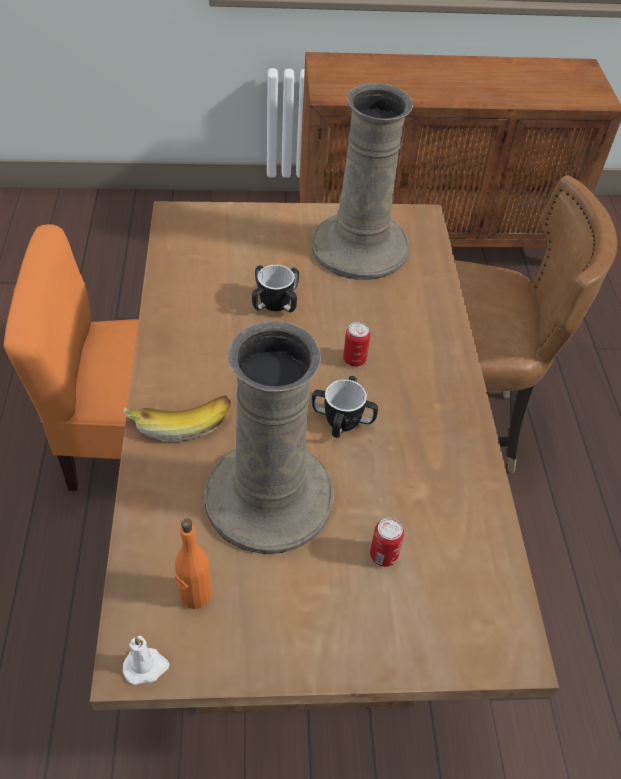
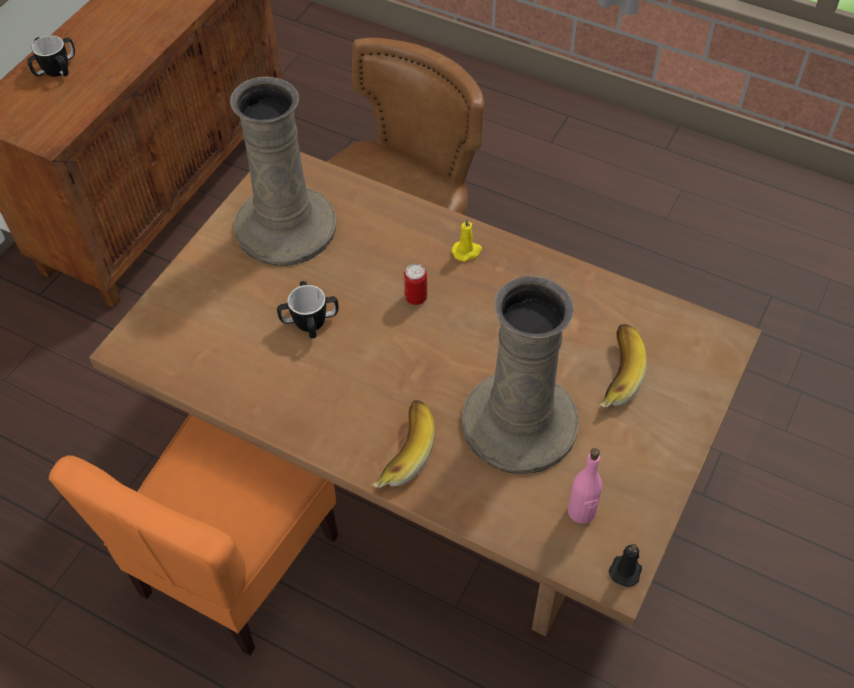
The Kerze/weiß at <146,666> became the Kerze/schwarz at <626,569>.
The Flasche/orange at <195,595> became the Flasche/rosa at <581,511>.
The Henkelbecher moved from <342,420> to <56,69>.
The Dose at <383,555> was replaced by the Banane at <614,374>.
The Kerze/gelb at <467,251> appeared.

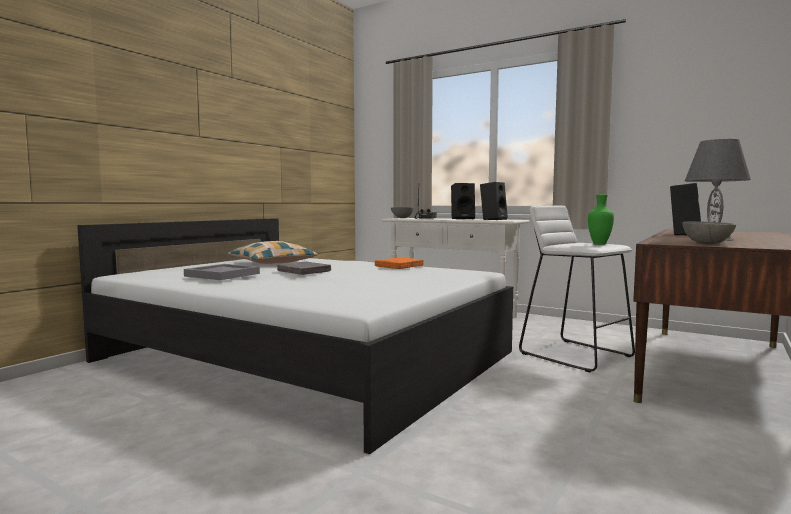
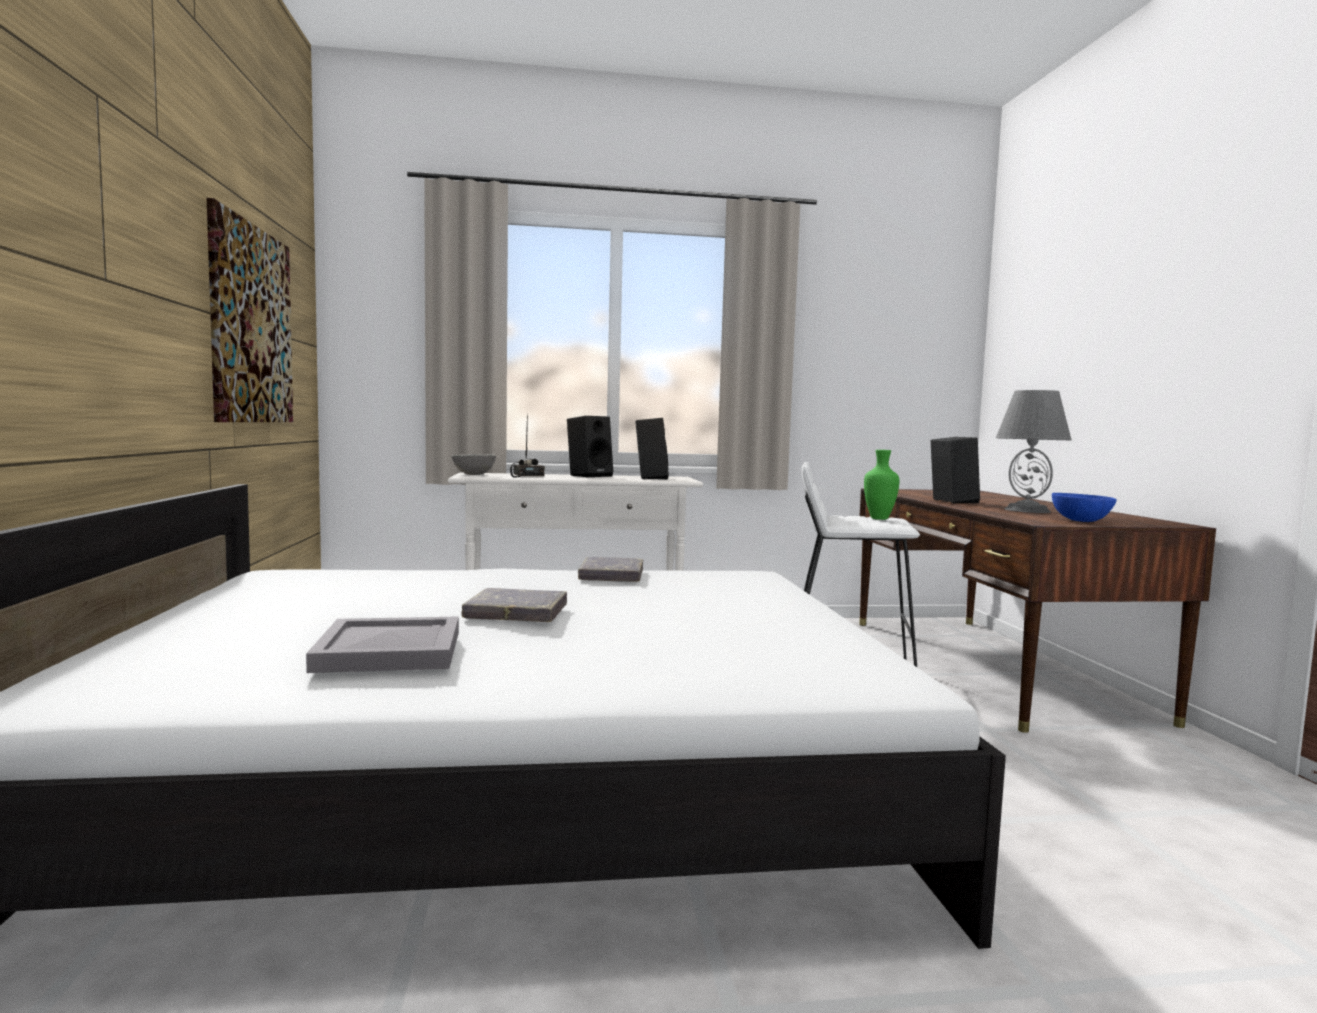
The Kissen at <272,263> disappeared.
The Buch/orange at <399,266> became the Buch/grau at <611,575>.
The Schüssel/grau at <707,243> became the Schüssel/blau at <1081,521>.
The Bild at <251,325> appeared.

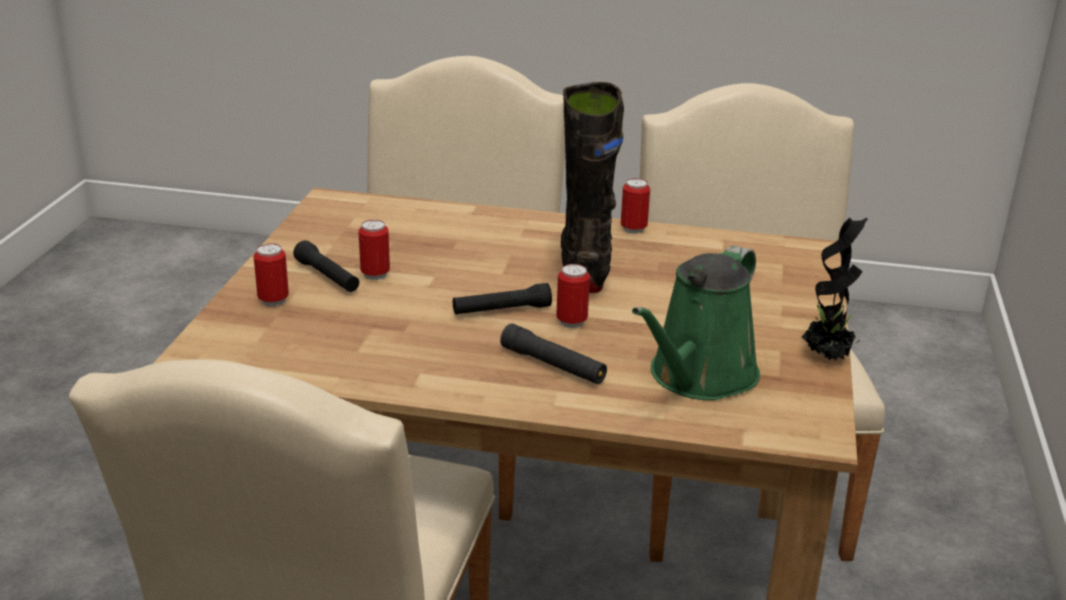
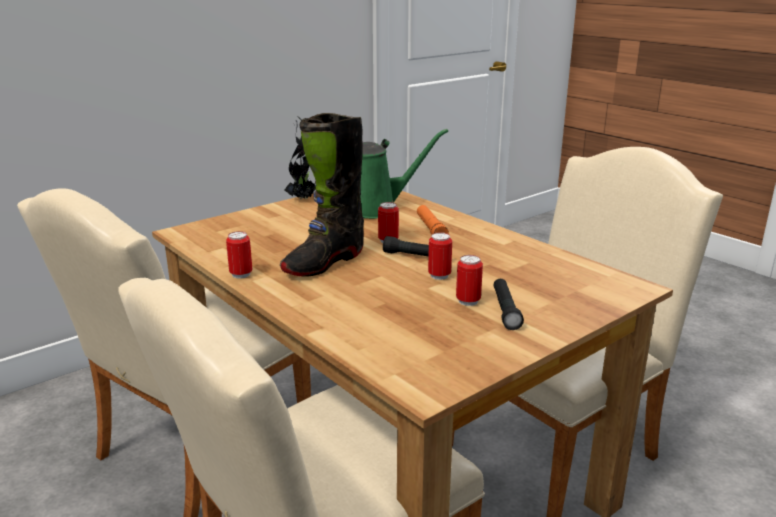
The Dose moved from <273,300> to <439,276>.
The Taschenlampe/schwarz at <553,365> became the Taschenlampe/orange at <431,228>.

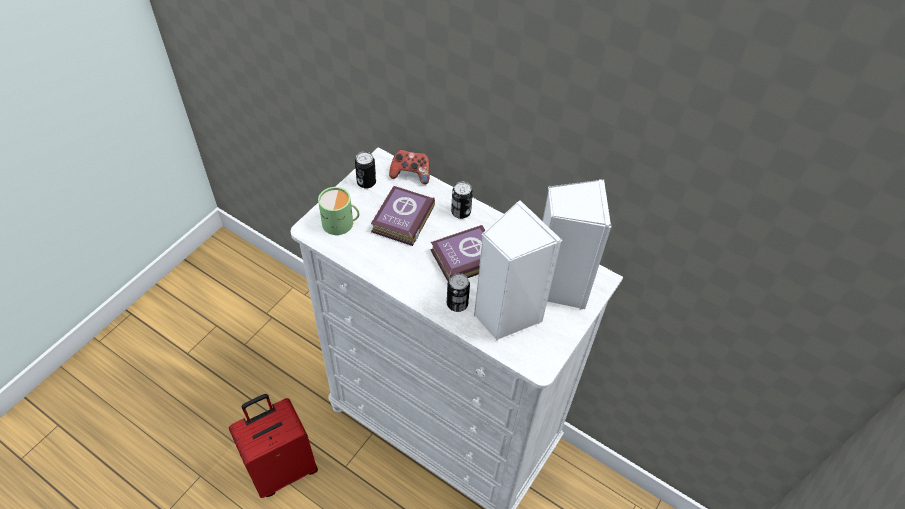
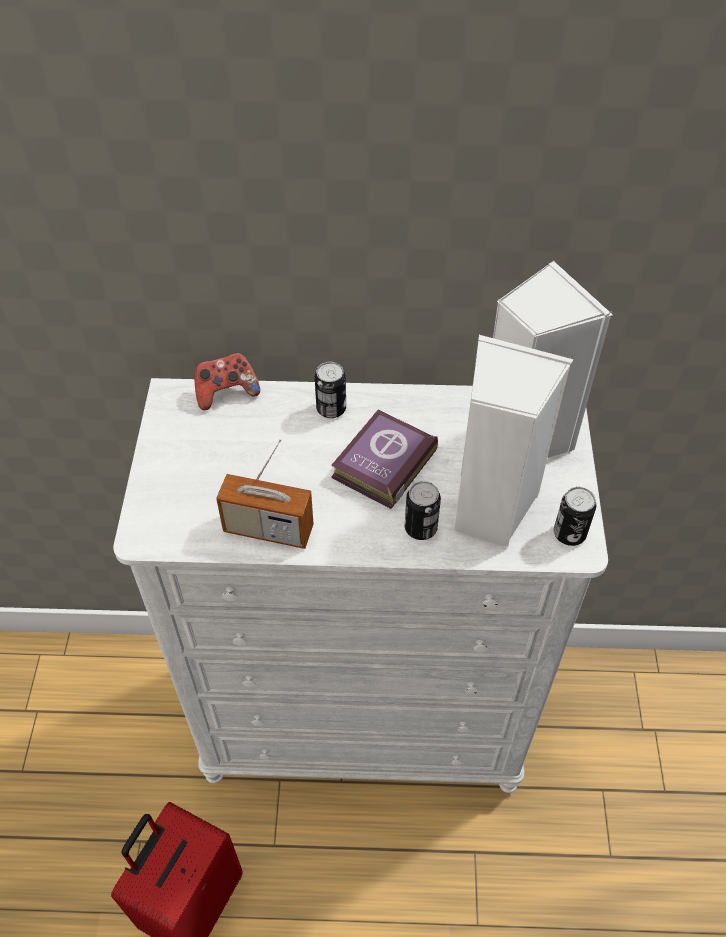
The Henkelbecher/grün at <341,224> disappeared.
The Dose moved from <366,182> to <569,533>.
The Buch at <401,220> disappeared.
The Radio at <268,529> appeared.

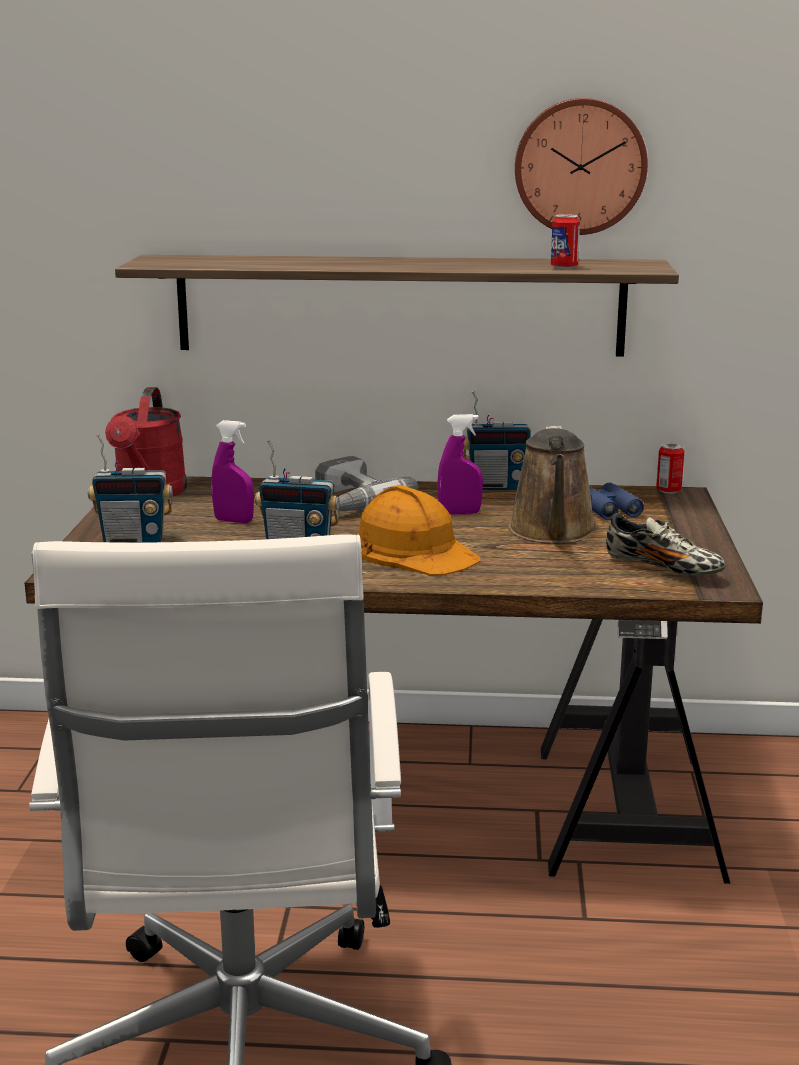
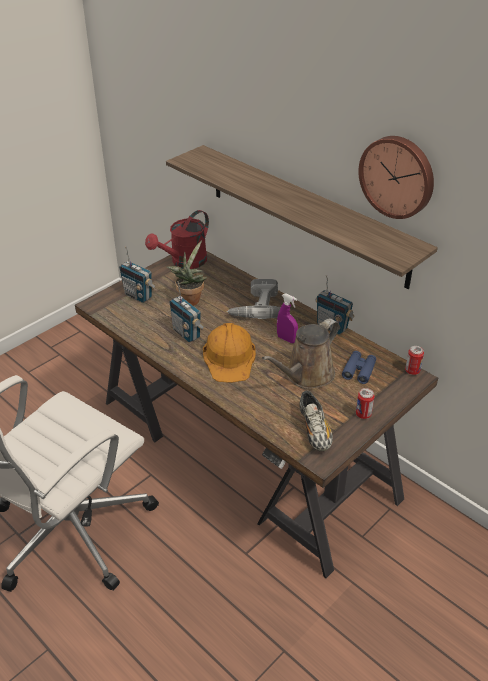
The Sprühflasche/lila at <233,521> was replaced by the Topfpflanze at <190,299>.
The Dose moved from <564,268> to <363,414>.

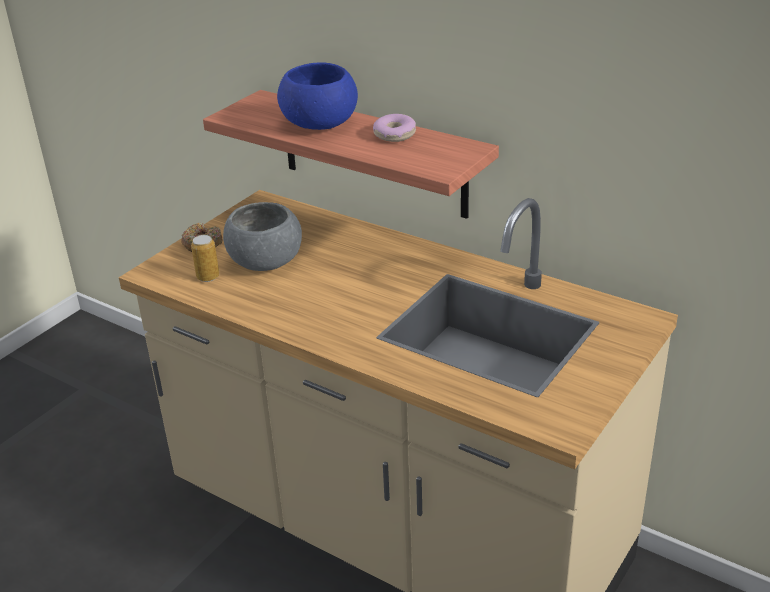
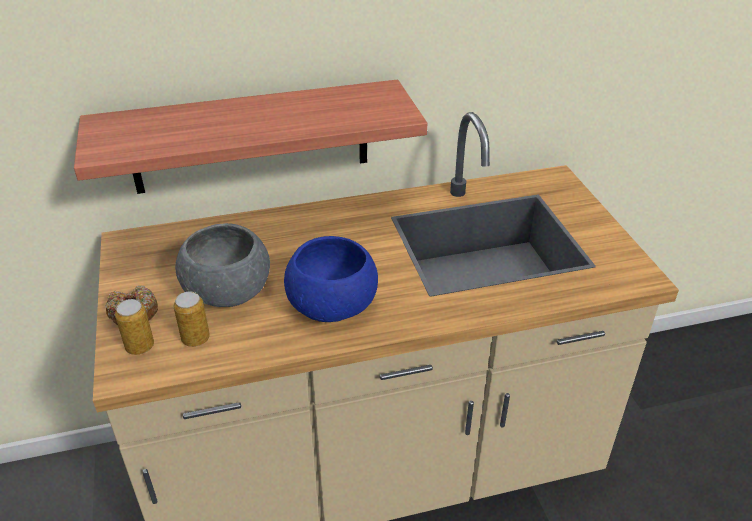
The Schüssel/blau moved from <320,124> to <333,306>.
The Donut at <394,135> disappeared.
The Dose at <140,346> appeared.

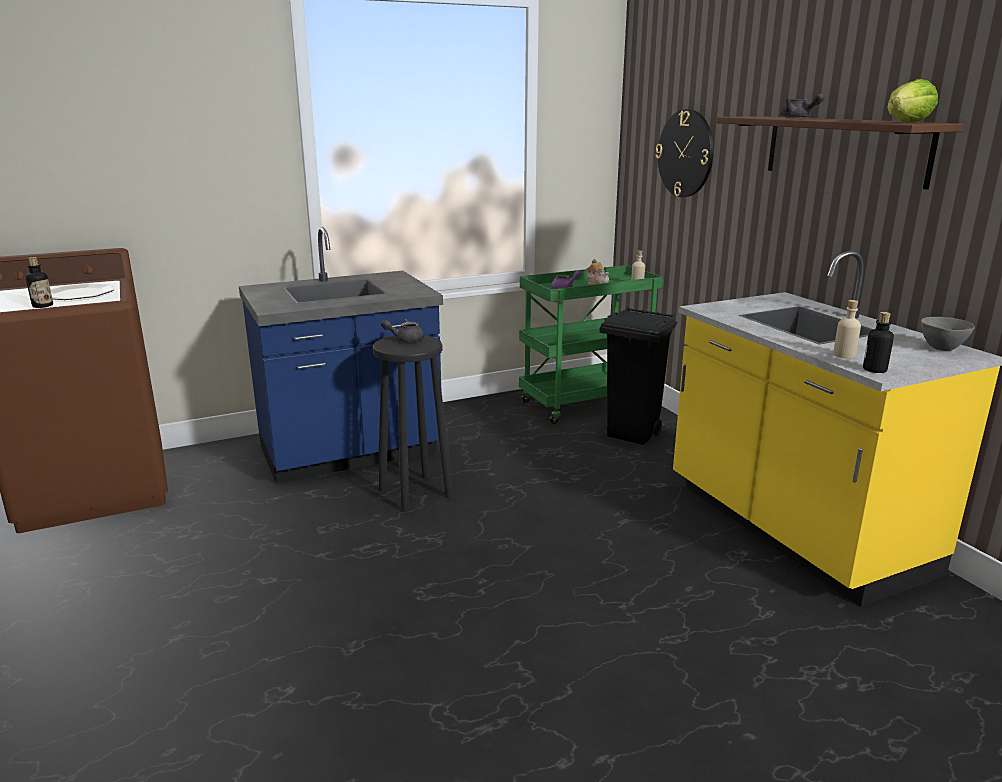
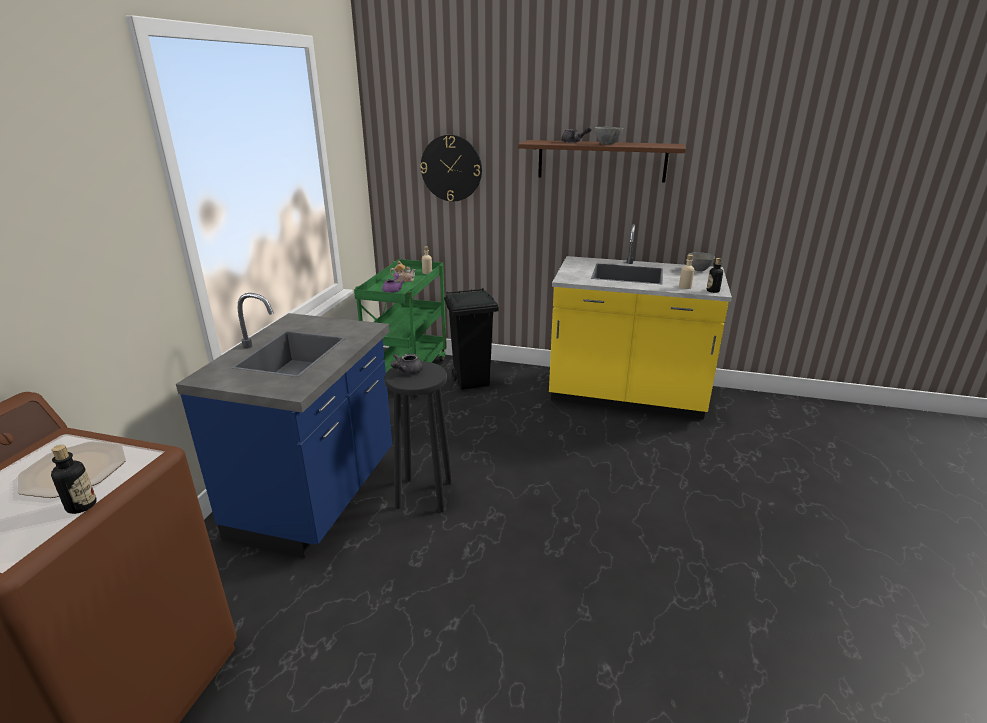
The Salatkopf at <906,122> disappeared.
The Schüssel/grau at <607,144> appeared.

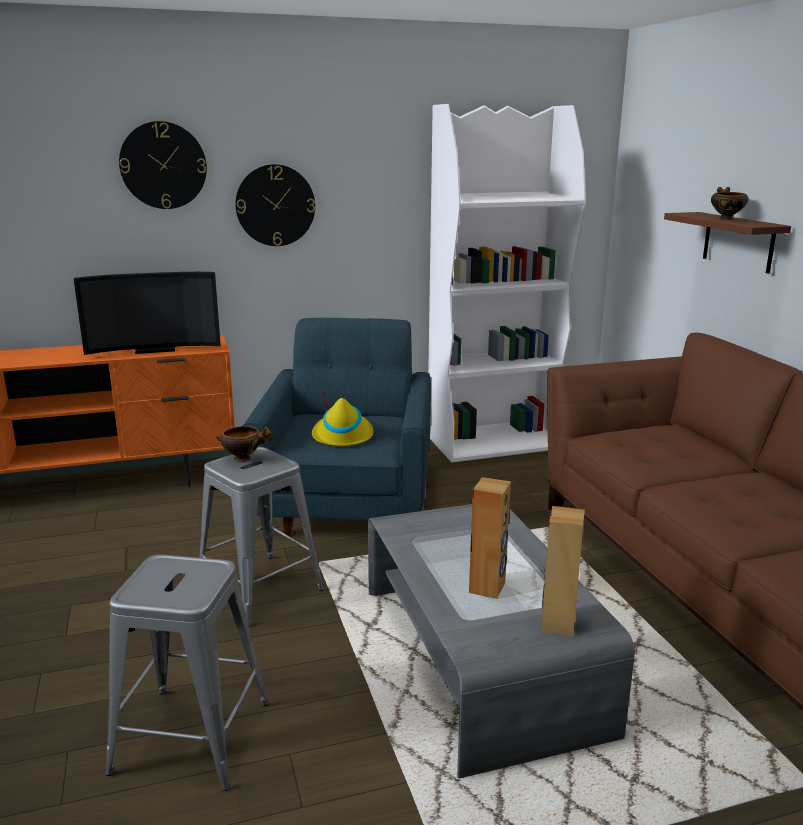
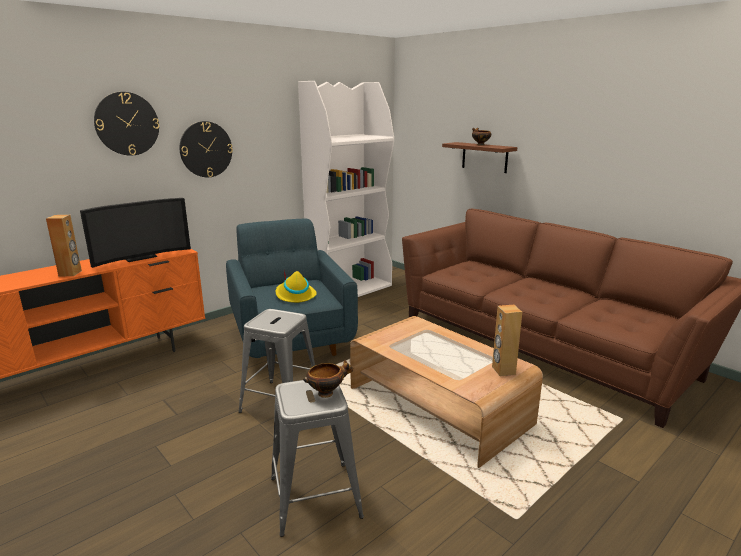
The Schüssel moved from <244,459> to <327,393>.
The Couchtisch/grau at <479,658> became the Couchtisch/braun at <438,405>.
The Lautsprecher/braun moved from <487,588> to <70,273>.

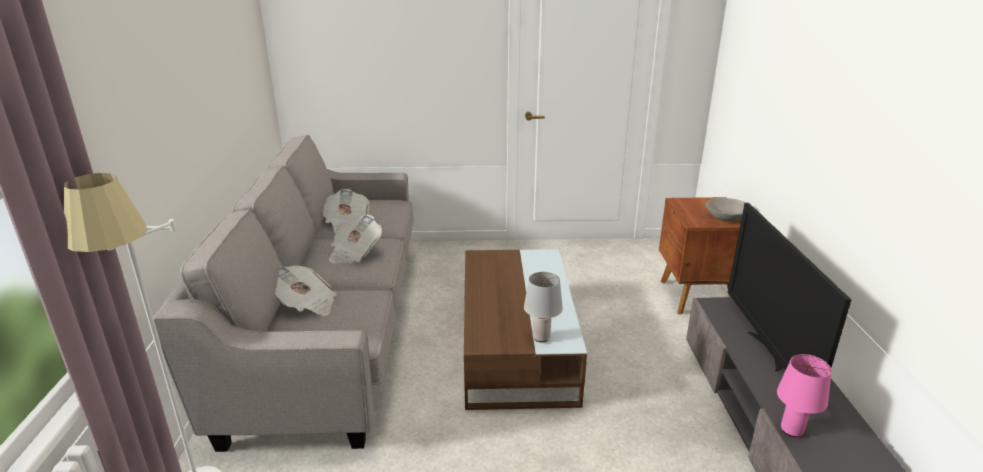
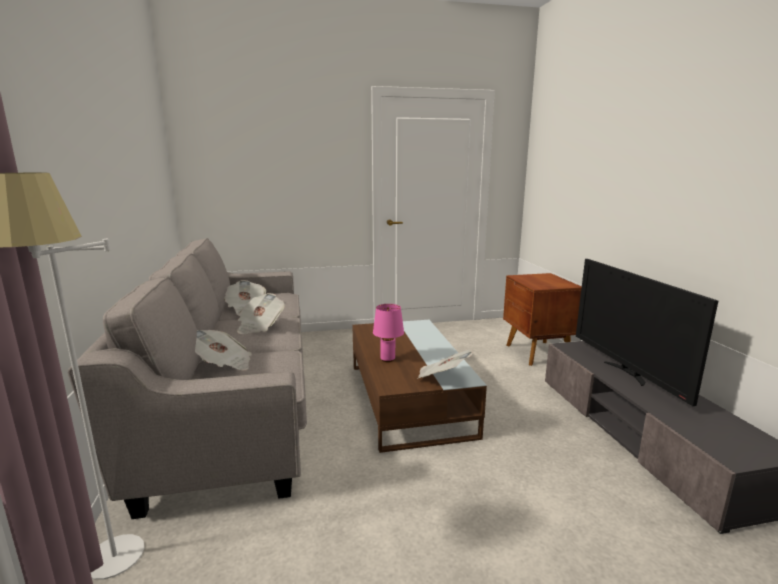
The Tischlampe/grau at <541,337> was replaced by the Zeitung at <442,377>.
The Schüssel/grau at <726,217> disappeared.
The Tischlampe/rosa moved from <791,430> to <388,359>.

